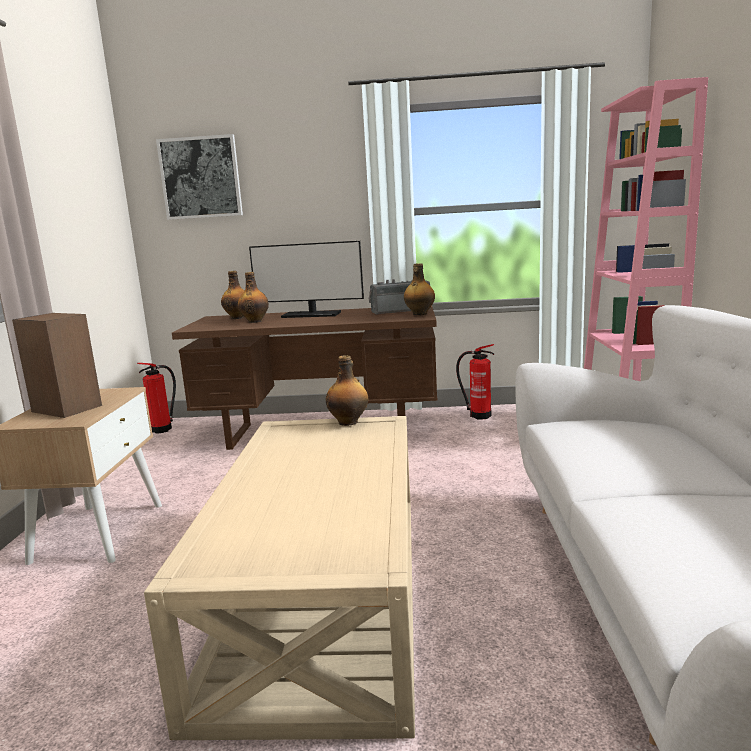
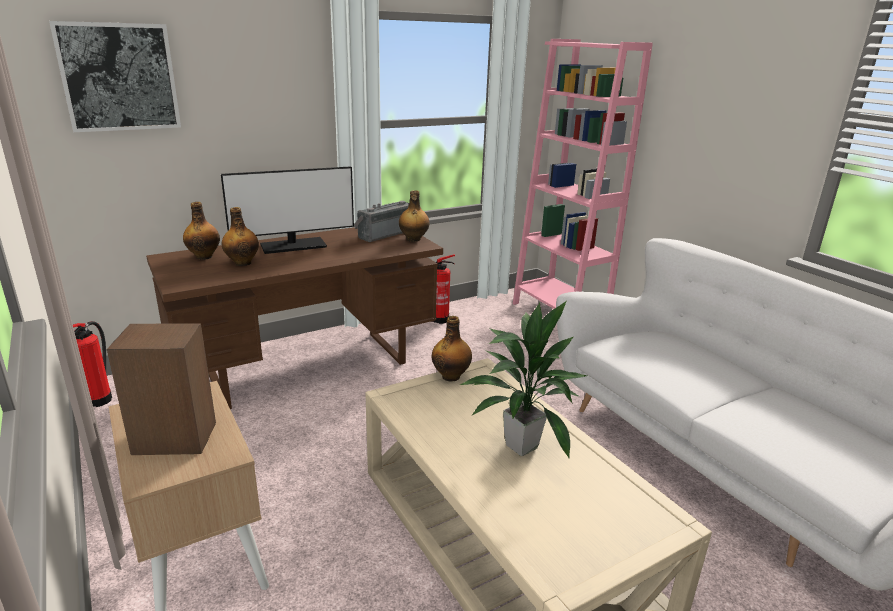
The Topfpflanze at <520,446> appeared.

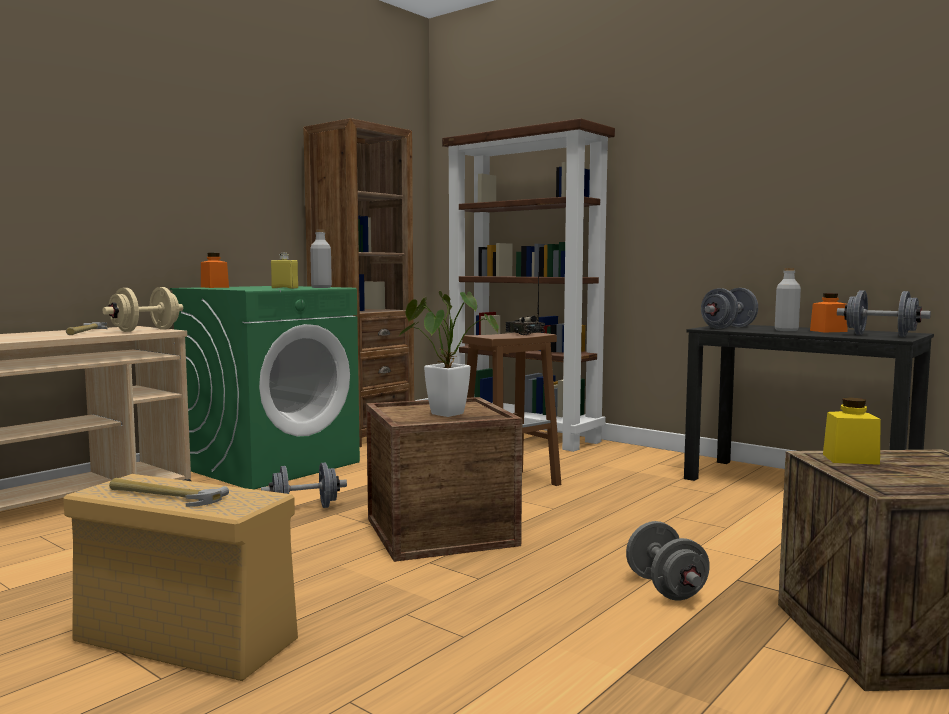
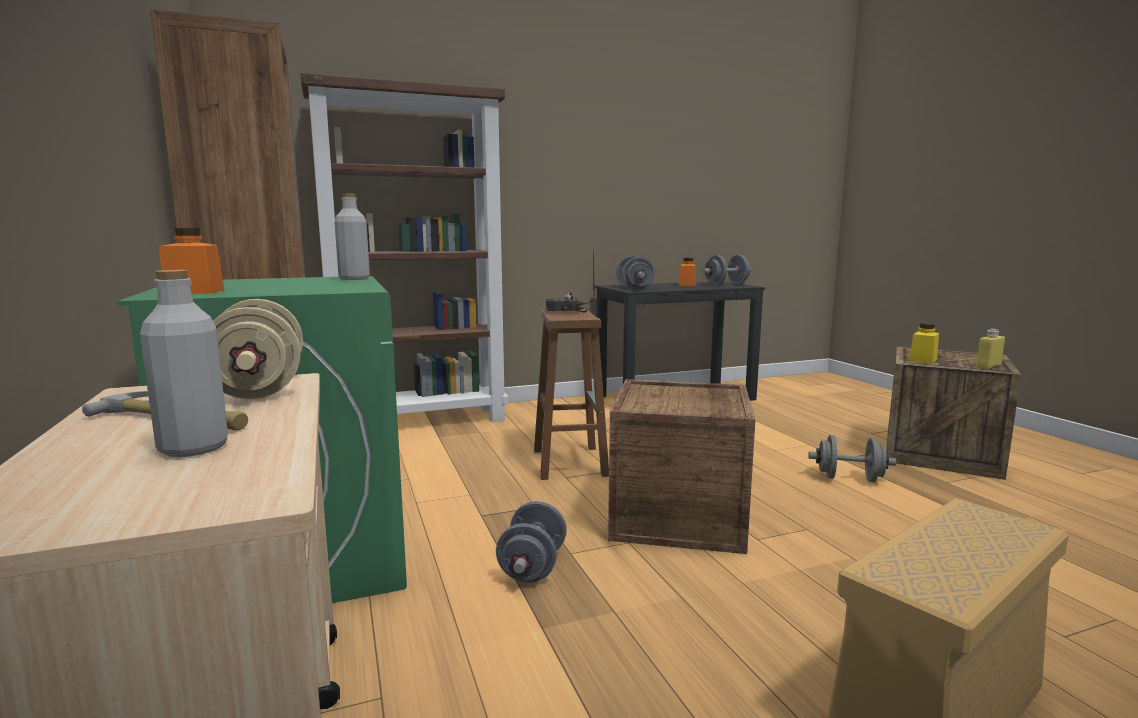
The Hammer at <164,496> disappeared.
The Flasche/gelb moved from <284,288> to <988,367>.
The Topfpflanze at <442,413> disappeared.
The Flasche/grau moved from <786,330> to <193,448>.

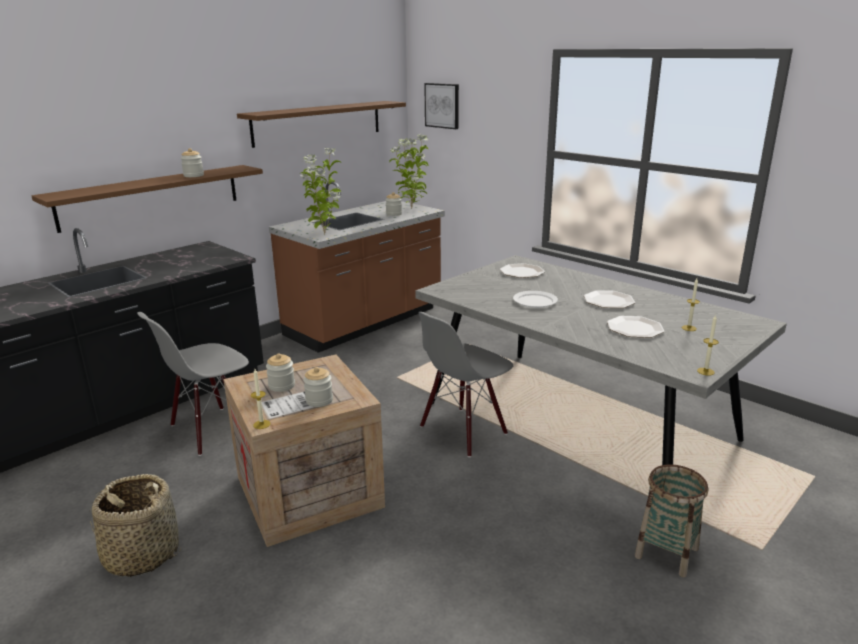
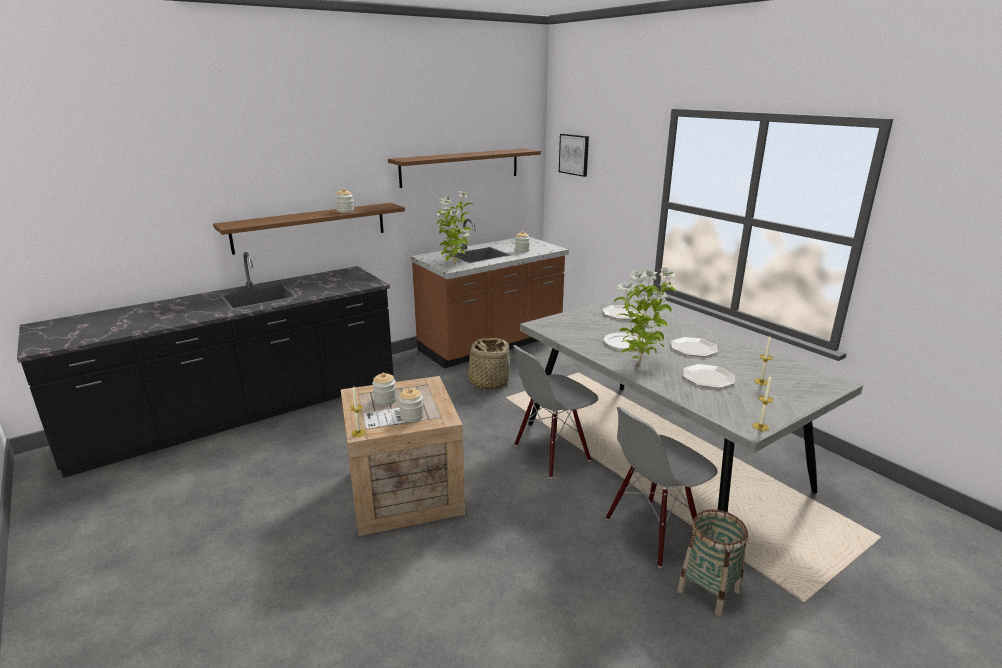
The Korb moved from <141,554> to <488,382>.
The Stuhl/grau moved from <210,430> to <653,531>.
The Topfpflanze moved from <411,208> to <639,364>.

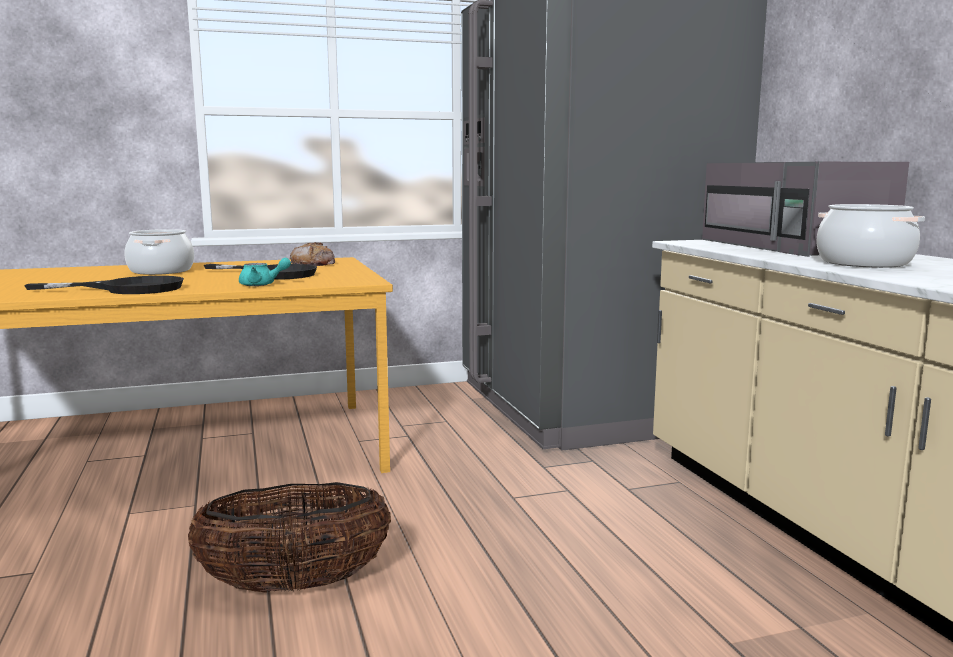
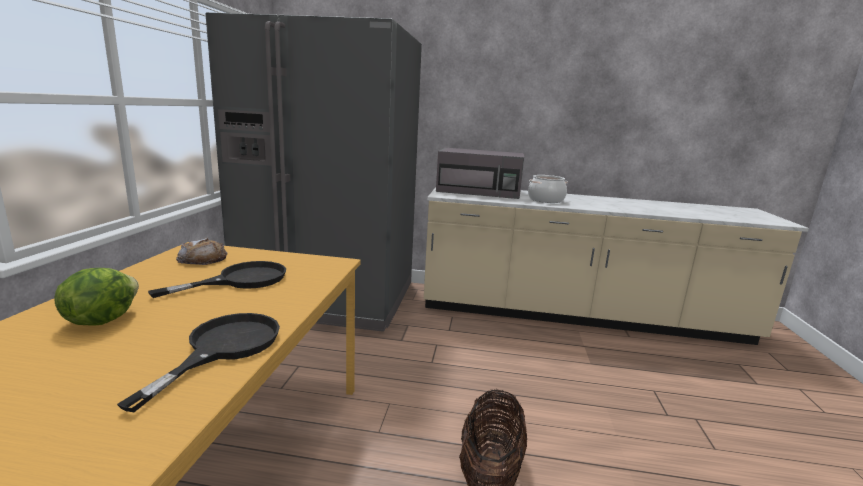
The Kochtopf at <161,271> was replaced by the Salatkopf at <101,320>.
The Teekanne/türkis at <262,285> disappeared.

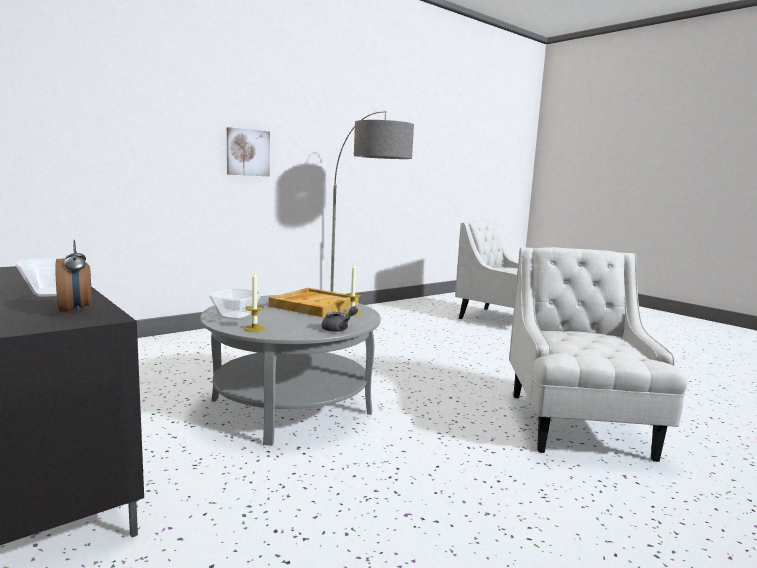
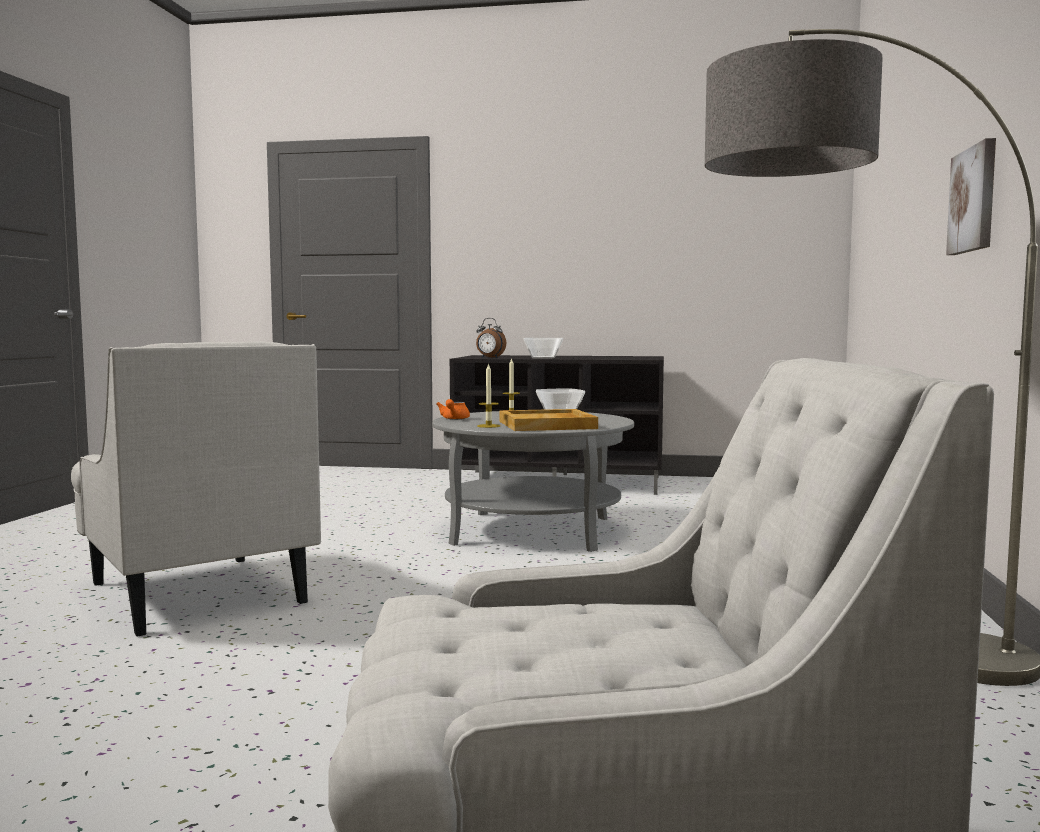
The Teekanne/grau at <339,329> became the Teekanne/orange at <454,419>.

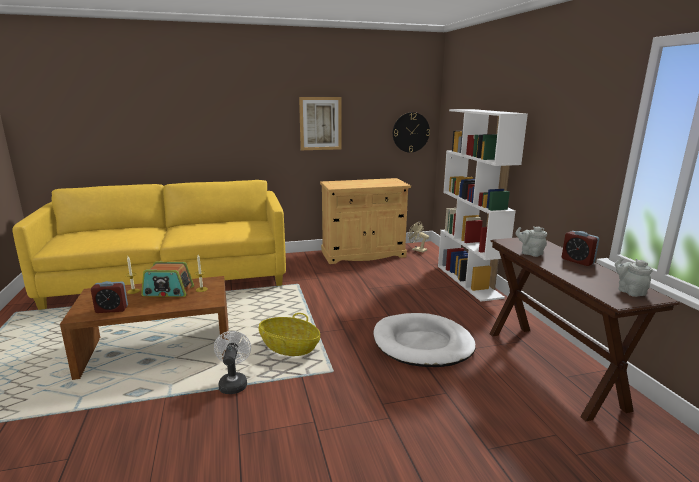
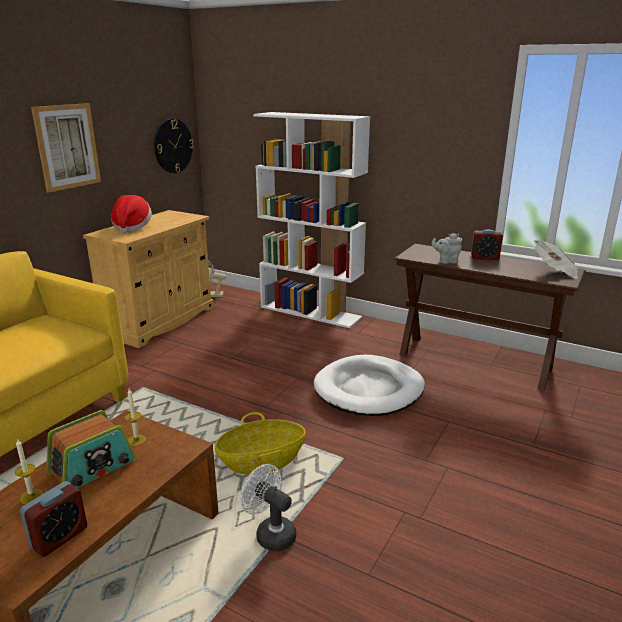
The Teekanne/grau at <629,291> was replaced by the Zeitung at <555,271>.
The Hut at <132,227> appeared.

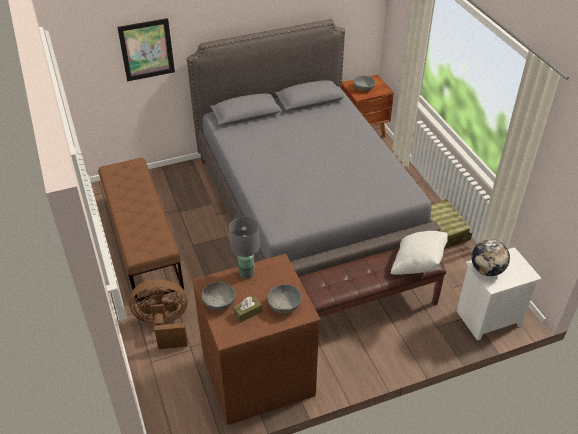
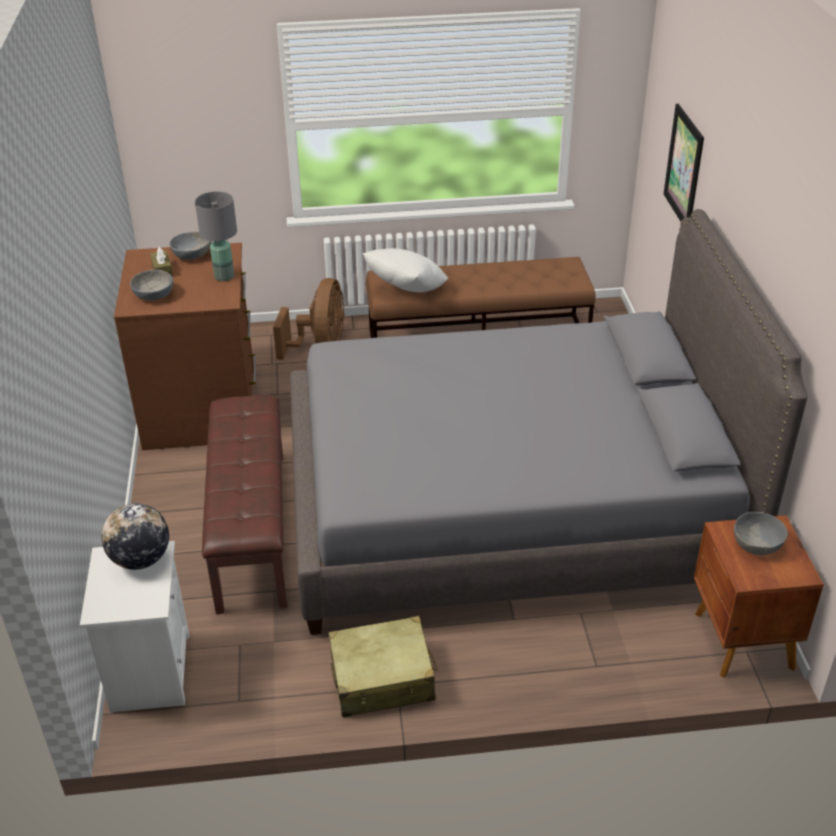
The Kissen/weiß moved from <417,265> to <406,291>.

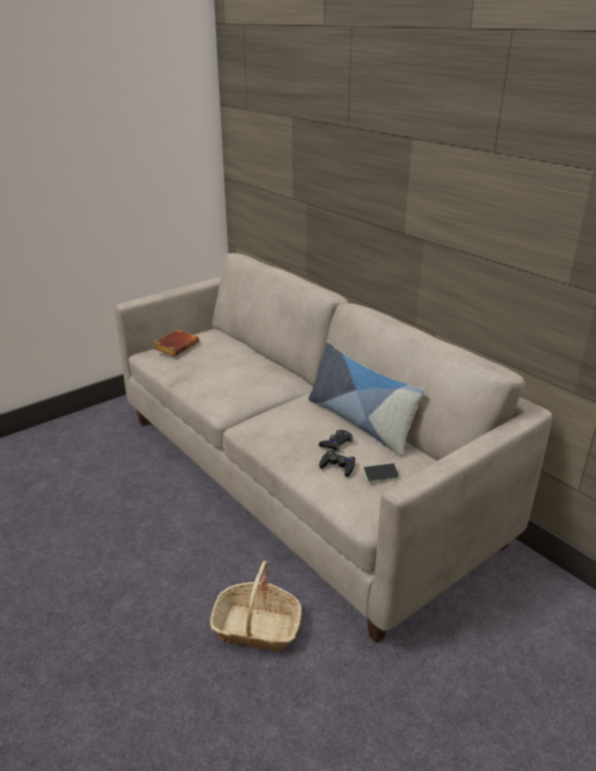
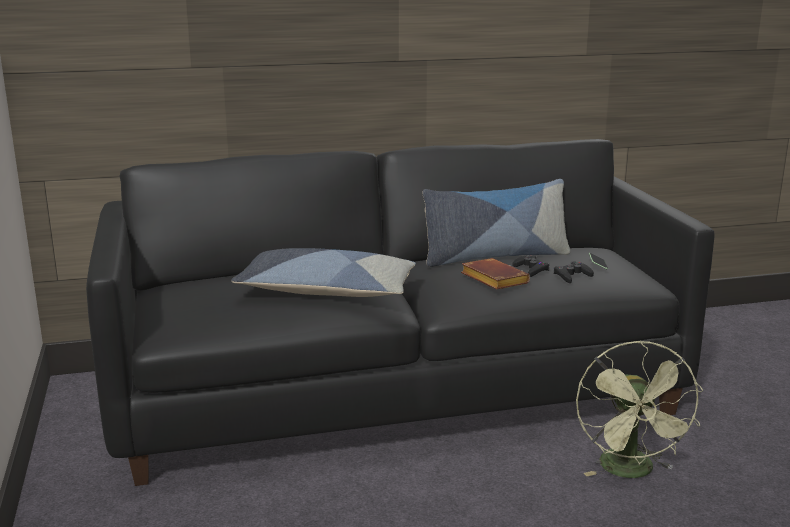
The Sofa/beige at <299,476> became the Sofa/schwarz at <396,393>.
The Buch/braun moved from <176,346> to <492,279>.
The Korb at <257,627> was replaced by the Ventilator/grün at <631,472>.
The Kissen at <326,290> appeared.

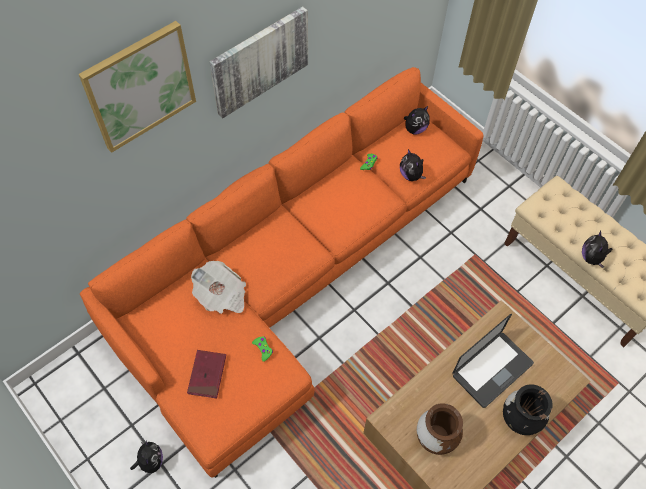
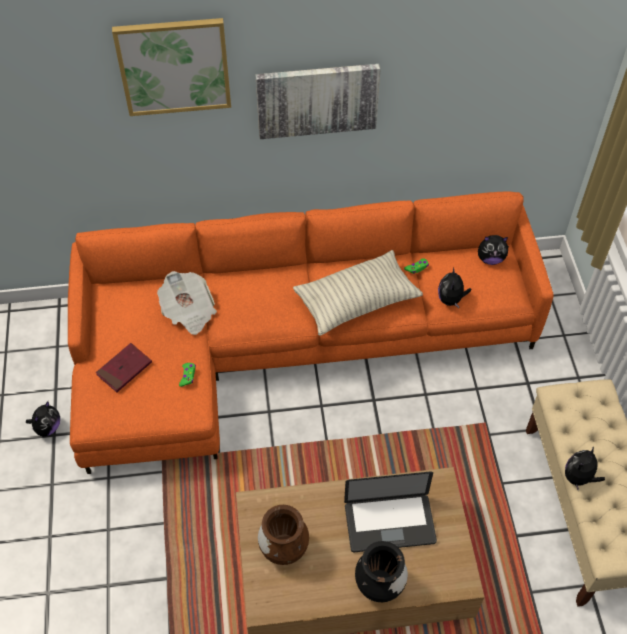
The Kissen at <357,301> appeared.

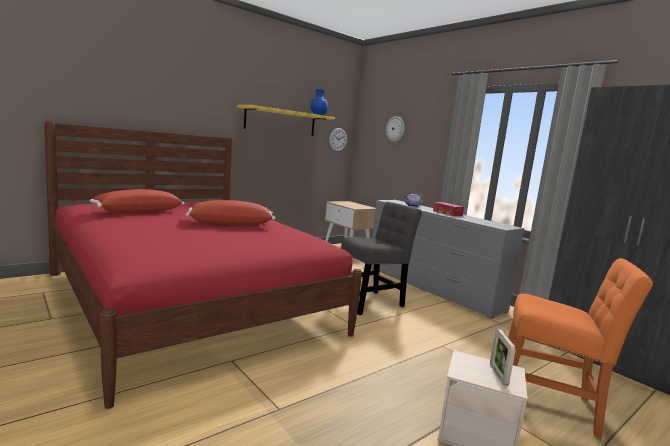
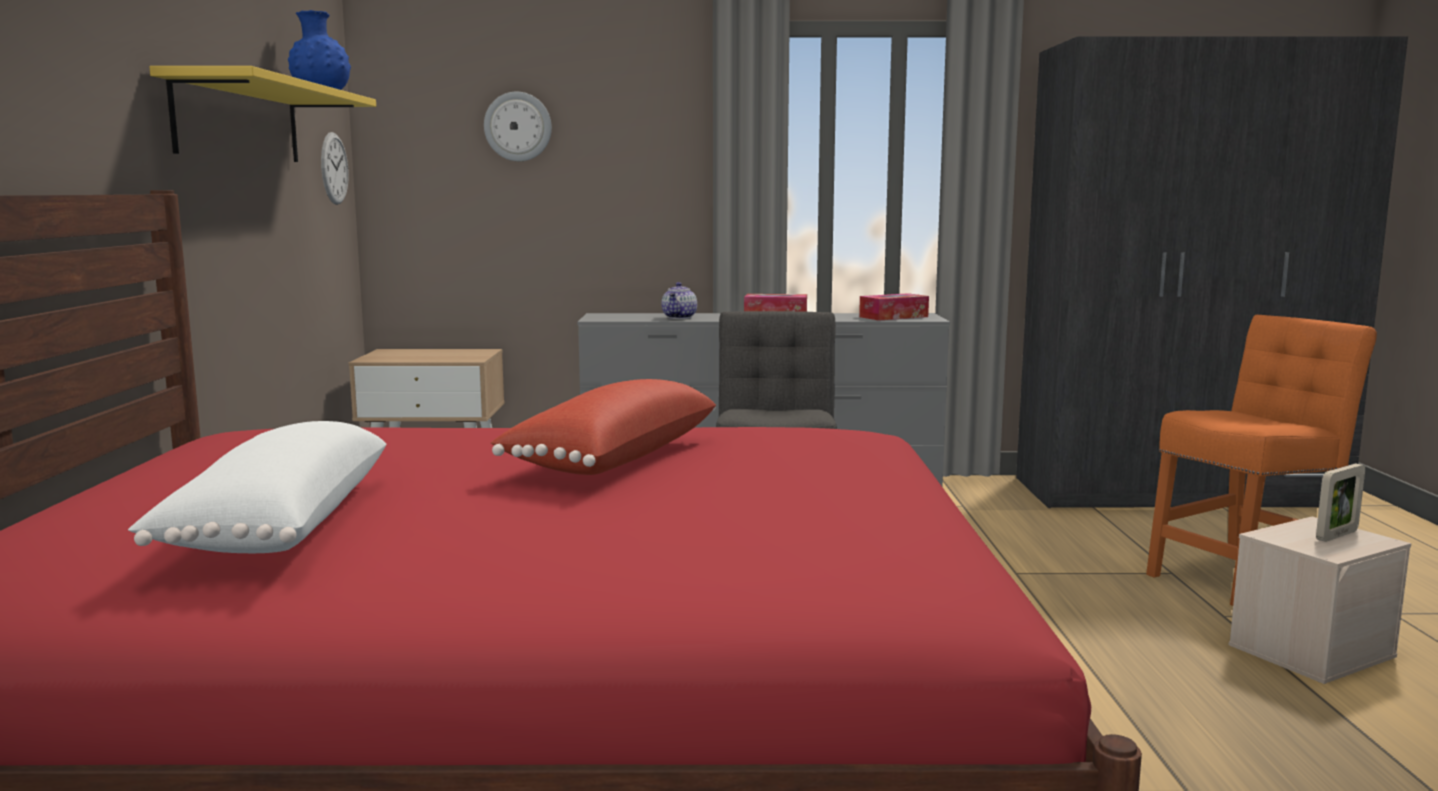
The Kissen/rot at <138,211> became the Kissen/weiß at <276,525>.
The Bilderrahmen at <498,375> turned 75 degrees counterclockwise.
The Taschentuchbox at <893,317> appeared.

